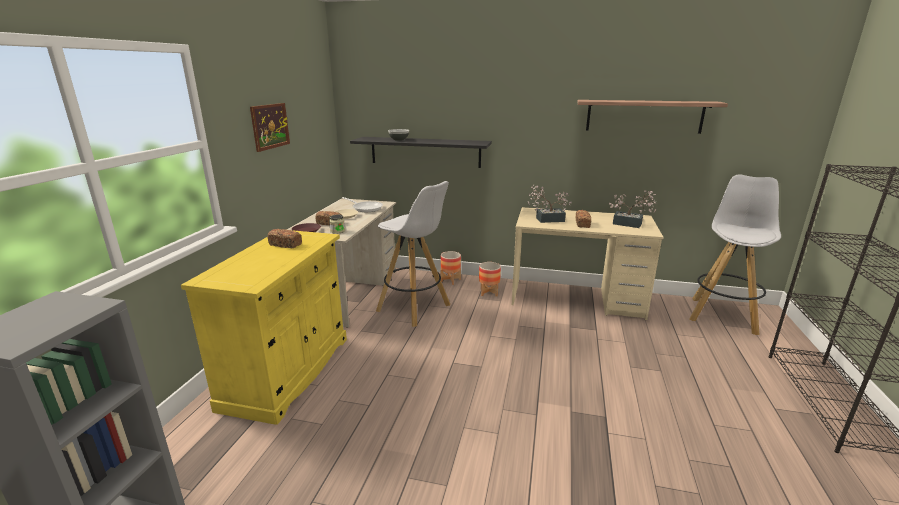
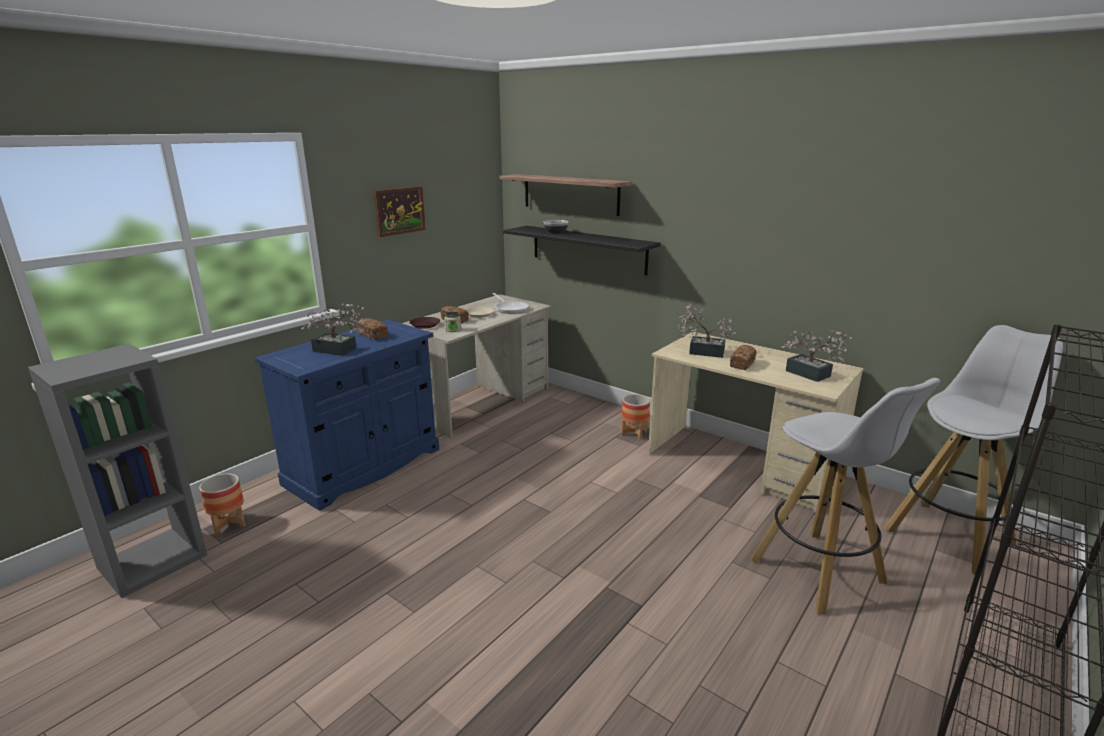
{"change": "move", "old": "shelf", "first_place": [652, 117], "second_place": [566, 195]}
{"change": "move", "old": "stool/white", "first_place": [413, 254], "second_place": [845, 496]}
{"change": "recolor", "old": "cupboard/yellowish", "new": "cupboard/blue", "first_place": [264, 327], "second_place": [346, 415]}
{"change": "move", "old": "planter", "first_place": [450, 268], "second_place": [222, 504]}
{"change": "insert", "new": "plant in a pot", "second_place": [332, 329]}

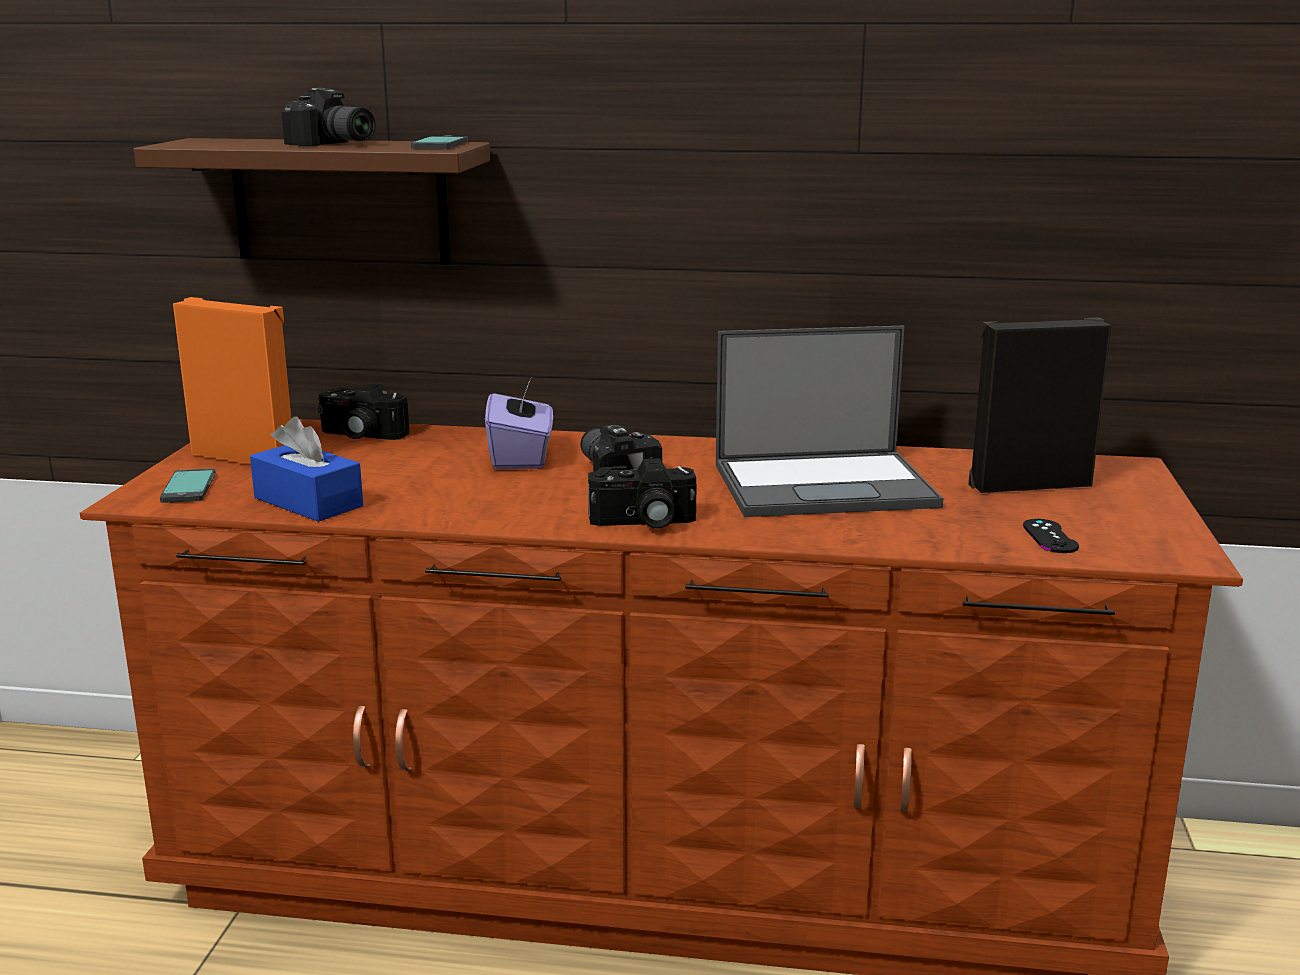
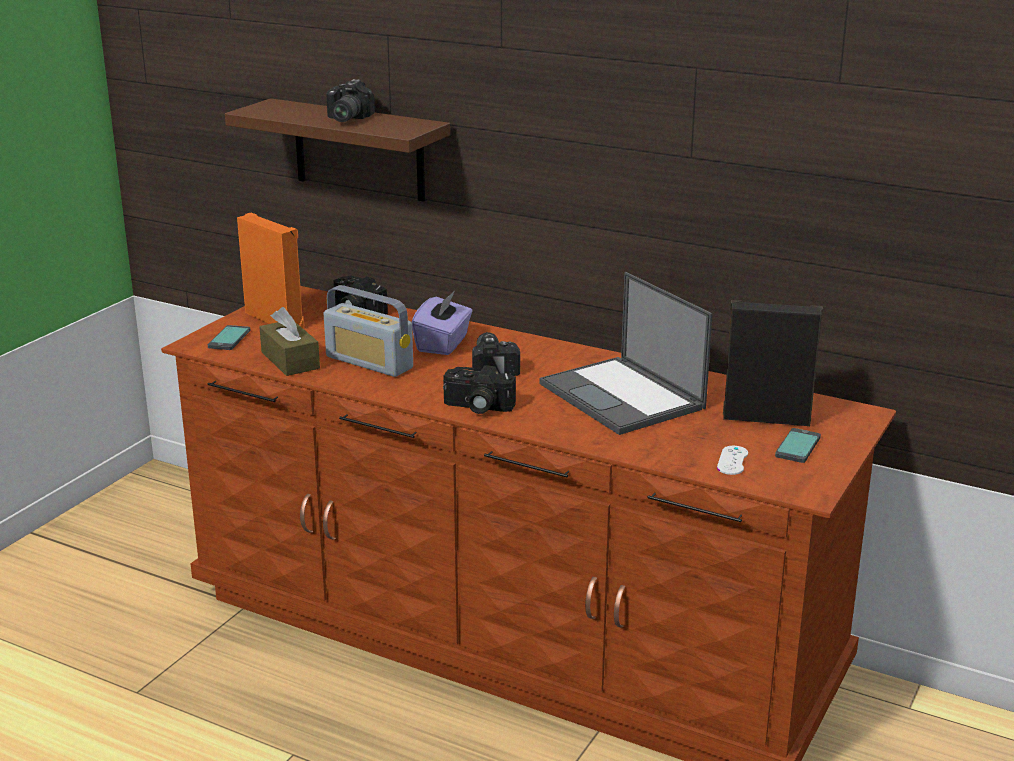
{"change": "rotate", "old": "still camera", "first_place": [328, 117], "second_place": [350, 100], "degrees": 45}
{"change": "move", "old": "phone", "first_place": [439, 142], "second_place": [798, 445]}
{"change": "rotate", "old": "portable computer", "first_place": [829, 421], "second_place": [626, 353], "degrees": 45}
{"change": "recolor", "old": "tissue box/blue", "new": "tissue box/brown-coloured", "first_place": [306, 469], "second_place": [289, 341]}
{"change": "recolor", "old": "joypad/black-coloured", "new": "joypad/white", "first_place": [1051, 536], "second_place": [732, 460]}
{"change": "insert", "new": "radio set", "second_place": [368, 331]}

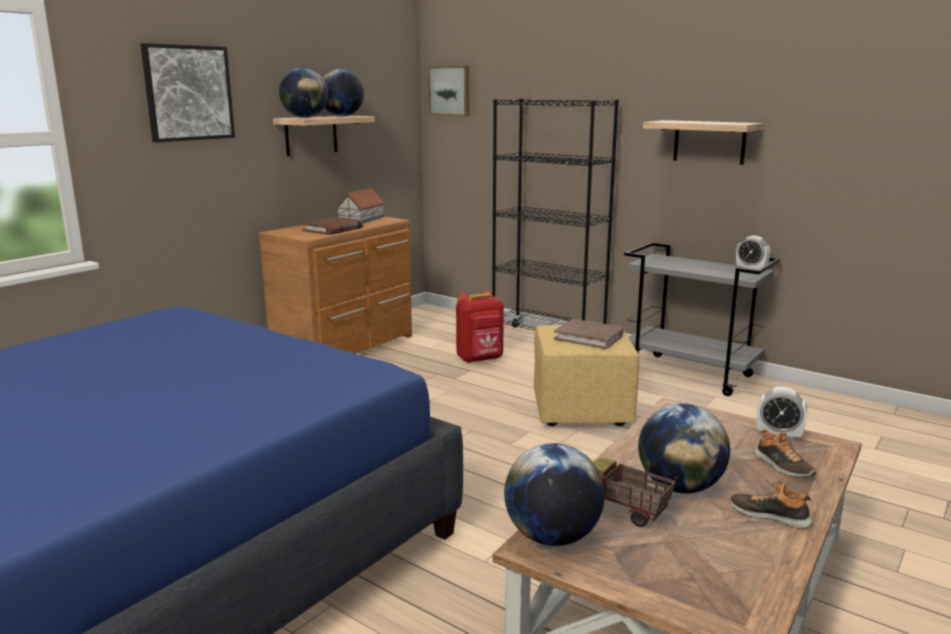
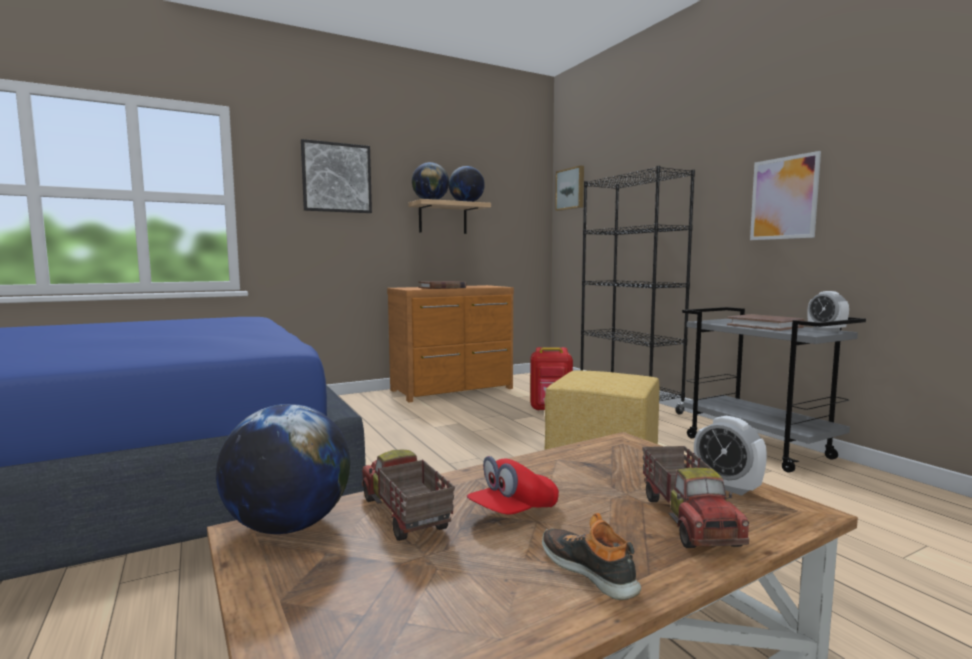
{"change": "replace", "old": "shelf", "new": "picture", "first_place": [703, 142], "second_place": [785, 195]}
{"change": "delete", "old": "model house", "first_place": [360, 205]}
{"change": "move", "old": "book/brown-coloured", "first_place": [589, 334], "second_place": [765, 322]}
{"change": "replace", "old": "world globe", "new": "cap/reddish", "first_place": [684, 448], "second_place": [512, 485]}
{"change": "replace", "old": "item of footwear", "new": "model truck", "first_place": [785, 453], "second_place": [695, 497]}

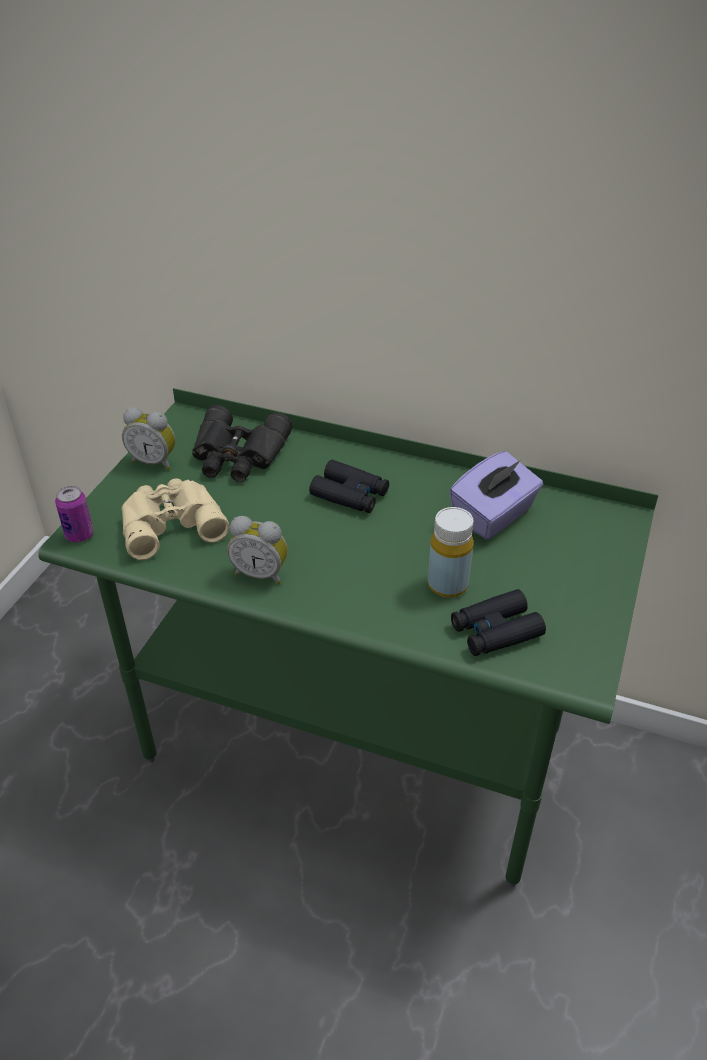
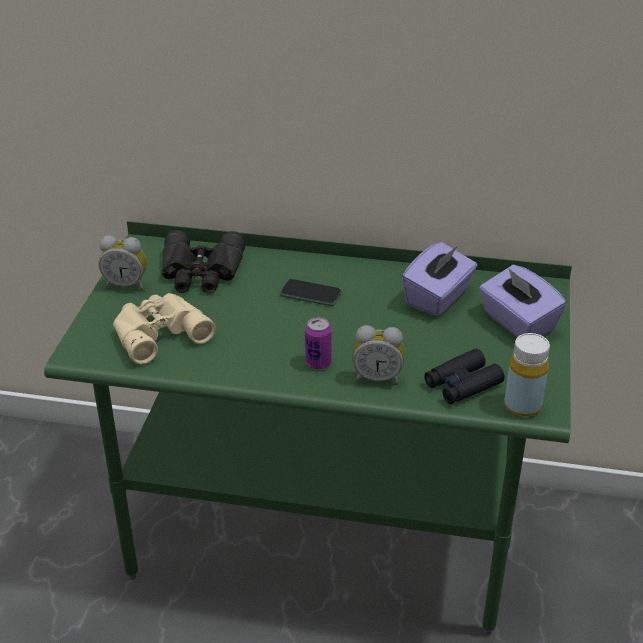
{"change": "replace", "old": "pair of binoculars/black-coloured", "new": "phone", "first_place": [349, 486], "second_place": [311, 292]}
{"change": "move", "old": "metal can", "first_place": [74, 514], "second_place": [318, 343]}
{"change": "move", "old": "drink bottle/yellowish", "first_place": [451, 552], "second_place": [527, 375]}
{"change": "move", "old": "table clock", "first_place": [257, 550], "second_place": [378, 355]}
{"change": "insert", "new": "tissue box/purplish", "second_place": [523, 301]}

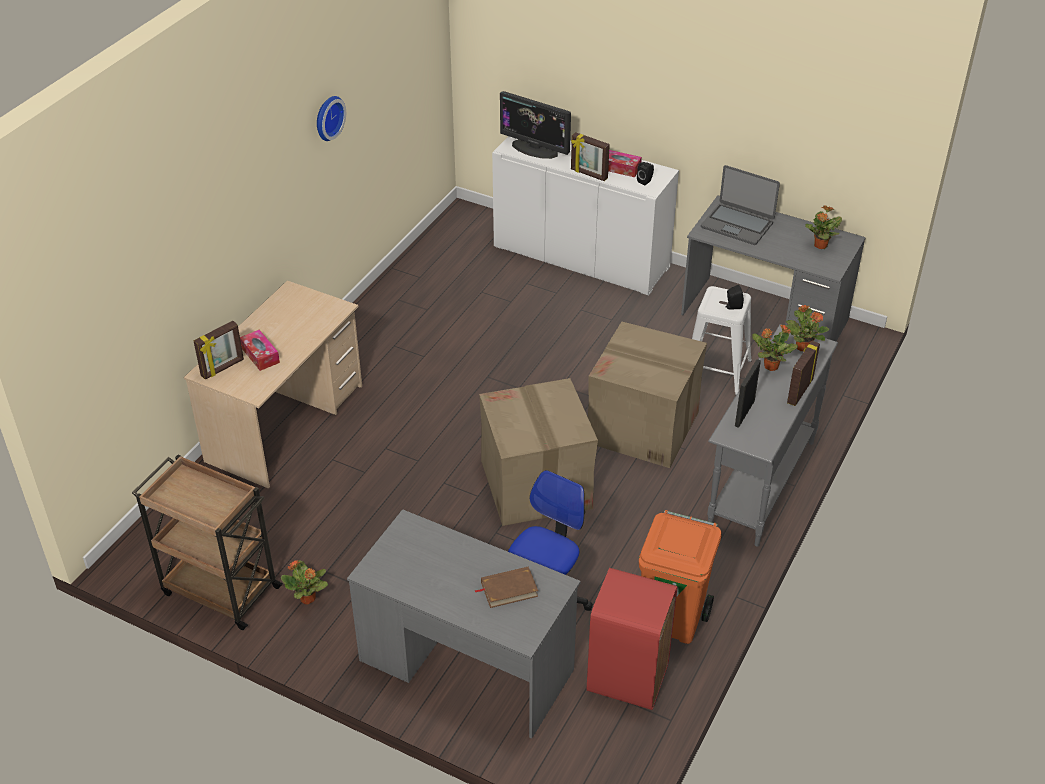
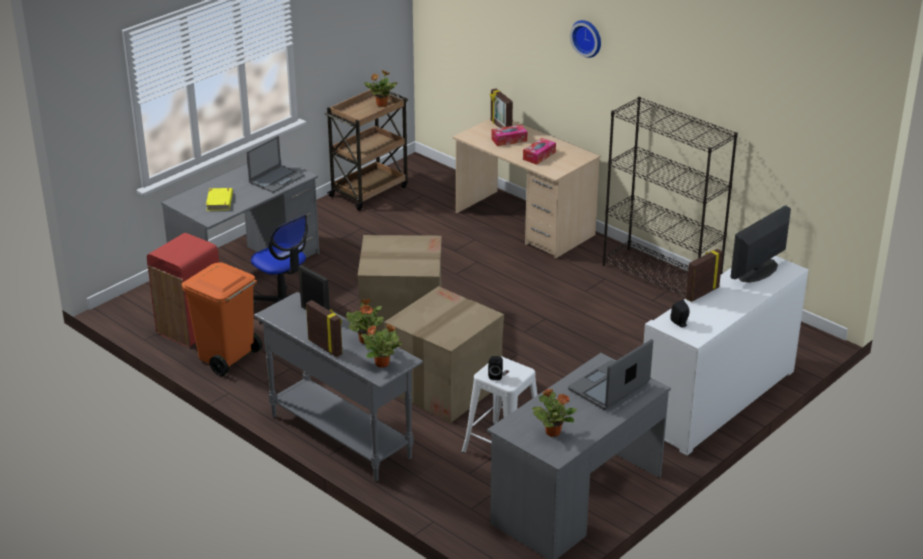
{"change": "move", "old": "hanging clock", "first_place": [331, 118], "second_place": [585, 39]}
{"change": "move", "old": "tissue box", "first_place": [625, 163], "second_place": [539, 151]}
{"change": "move", "old": "plant in a pot", "first_place": [304, 582], "second_place": [380, 88]}
{"change": "recolor", "old": "book/brown-coloured", "new": "book/yellowish", "first_place": [506, 587], "second_place": [219, 199]}
{"change": "insert", "new": "bookcase/black-coloured", "second_place": [670, 197]}
{"change": "insert", "new": "portable computer", "second_place": [275, 164]}

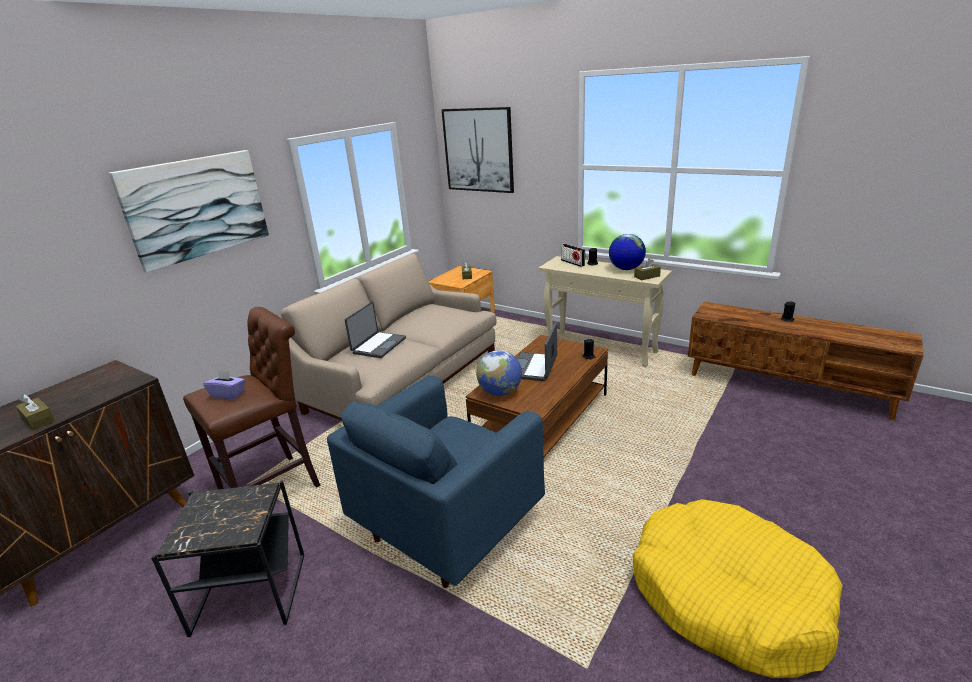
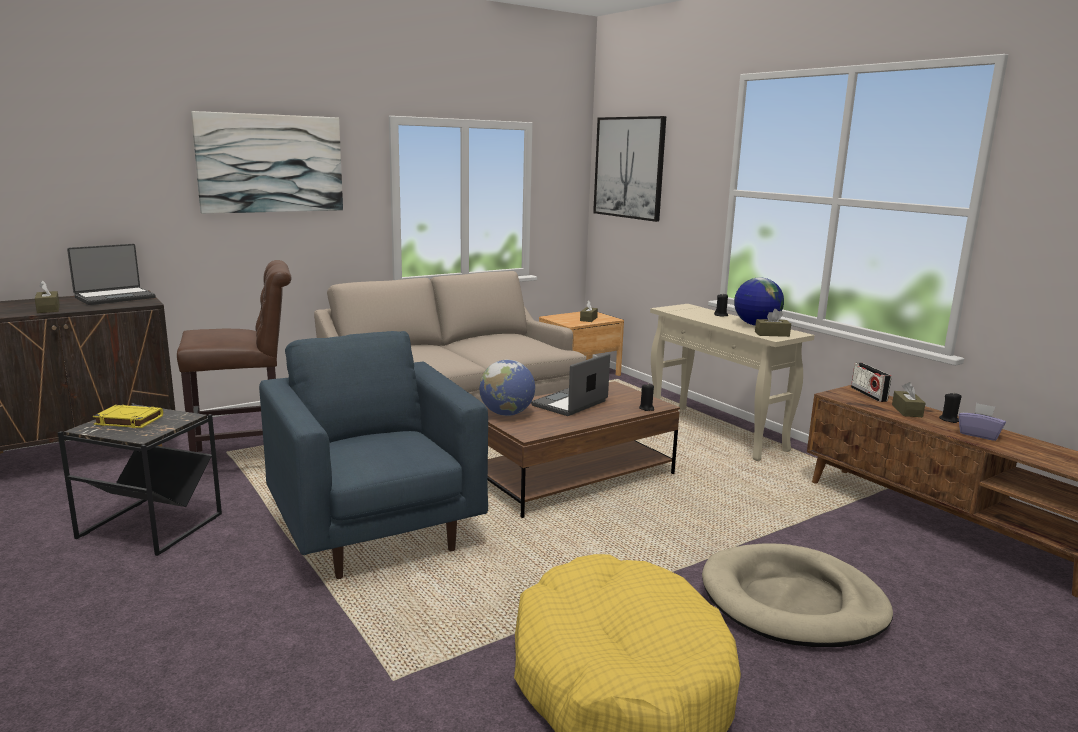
{"change": "move", "old": "radio set", "first_place": [573, 255], "second_place": [871, 382]}
{"change": "move", "old": "portable computer", "first_place": [375, 330], "second_place": [111, 274]}
{"change": "move", "old": "tissue box/purplish", "first_place": [224, 384], "second_place": [982, 422]}
{"change": "rotate", "old": "easy chair/blue", "first_place": [436, 482], "second_place": [373, 455], "degrees": 90}
{"change": "insert", "new": "tissue box/brown-coloured", "second_place": [908, 399]}
{"change": "insert", "new": "book/yellowish", "second_place": [128, 416]}
{"change": "insert", "new": "dog cushion/beige-coloured", "second_place": [797, 595]}

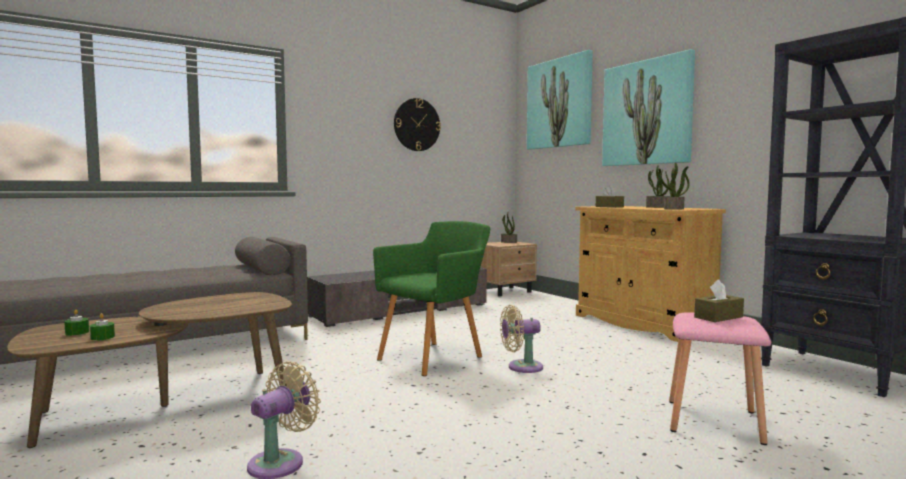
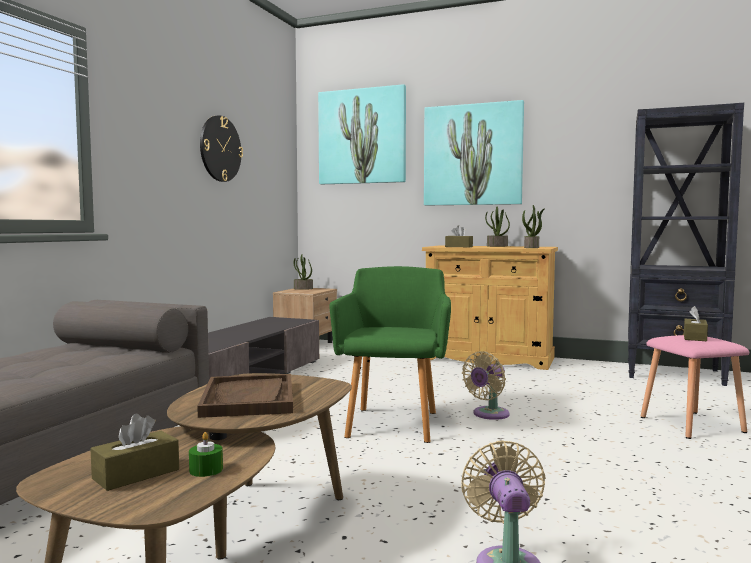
{"change": "replace", "old": "candle/greenish", "new": "tissue box/brown-coloured", "first_place": [76, 322], "second_place": [134, 452]}
{"change": "insert", "new": "tray/brown-coloured", "second_place": [245, 396]}

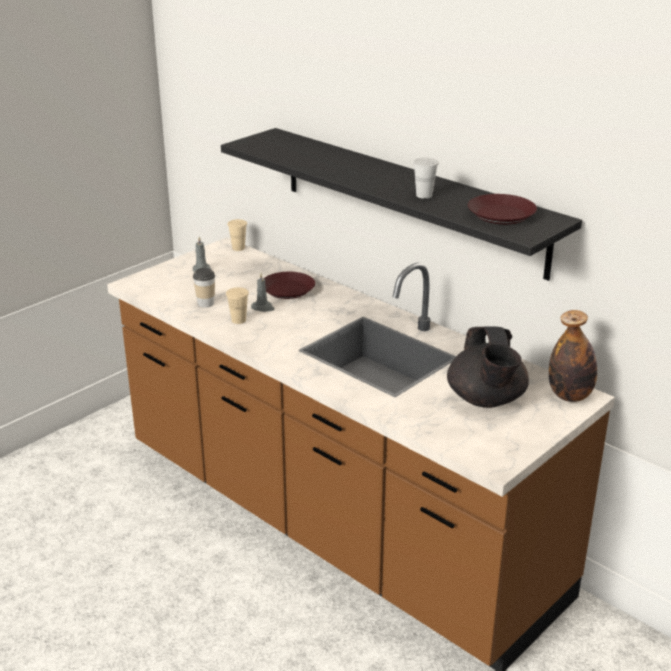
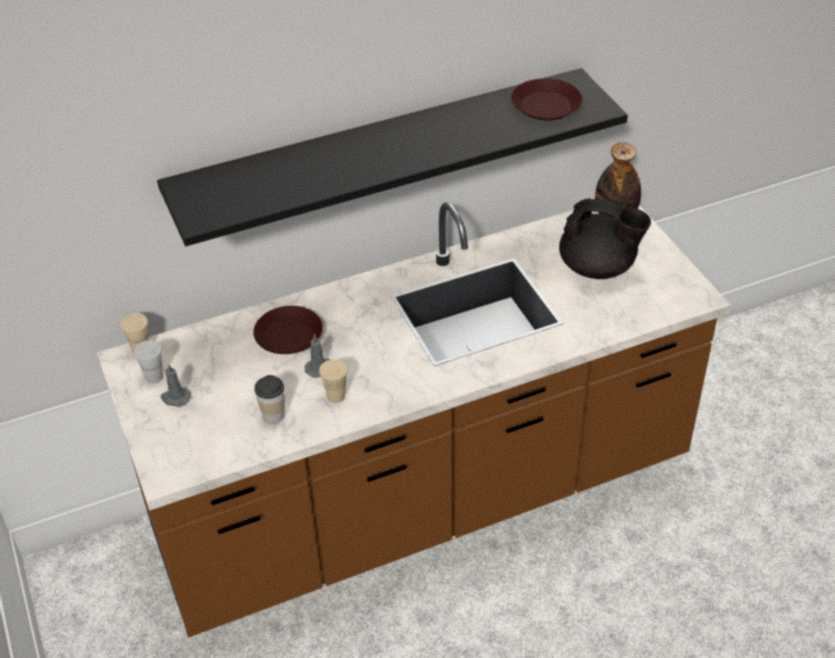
{"change": "move", "old": "small cup/white", "first_place": [426, 178], "second_place": [148, 361]}

